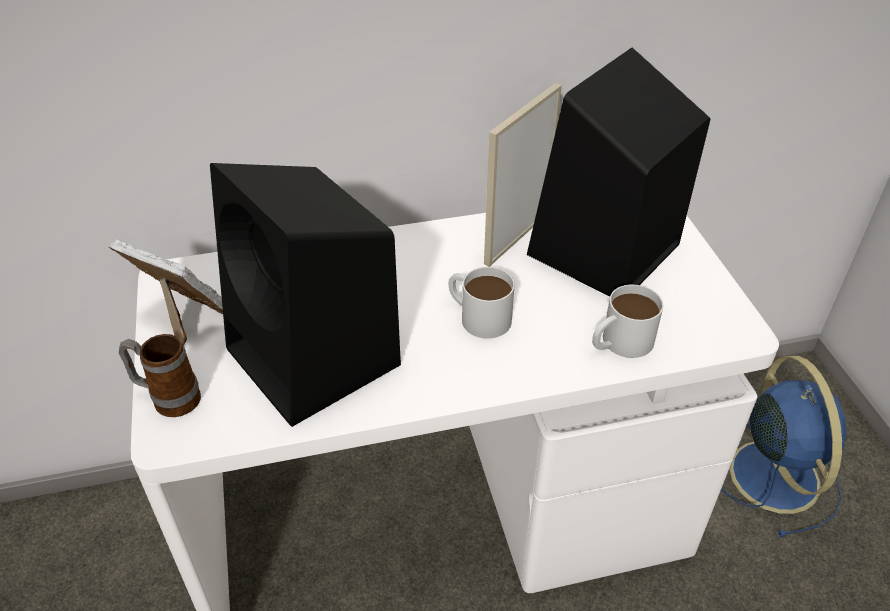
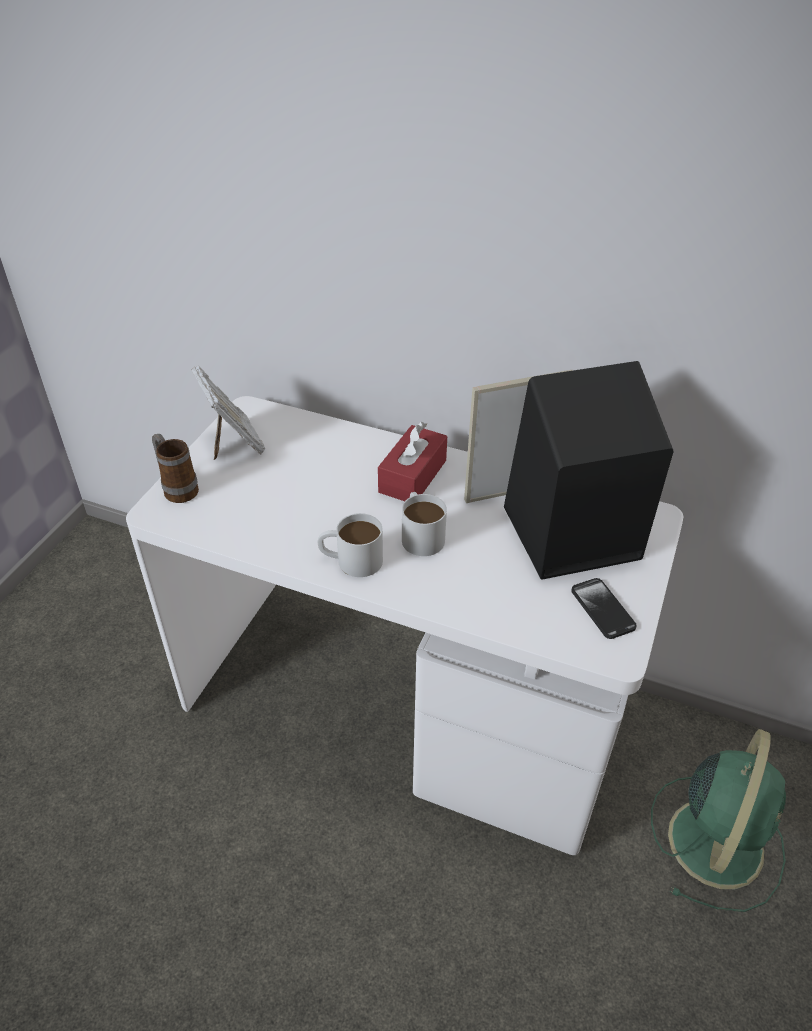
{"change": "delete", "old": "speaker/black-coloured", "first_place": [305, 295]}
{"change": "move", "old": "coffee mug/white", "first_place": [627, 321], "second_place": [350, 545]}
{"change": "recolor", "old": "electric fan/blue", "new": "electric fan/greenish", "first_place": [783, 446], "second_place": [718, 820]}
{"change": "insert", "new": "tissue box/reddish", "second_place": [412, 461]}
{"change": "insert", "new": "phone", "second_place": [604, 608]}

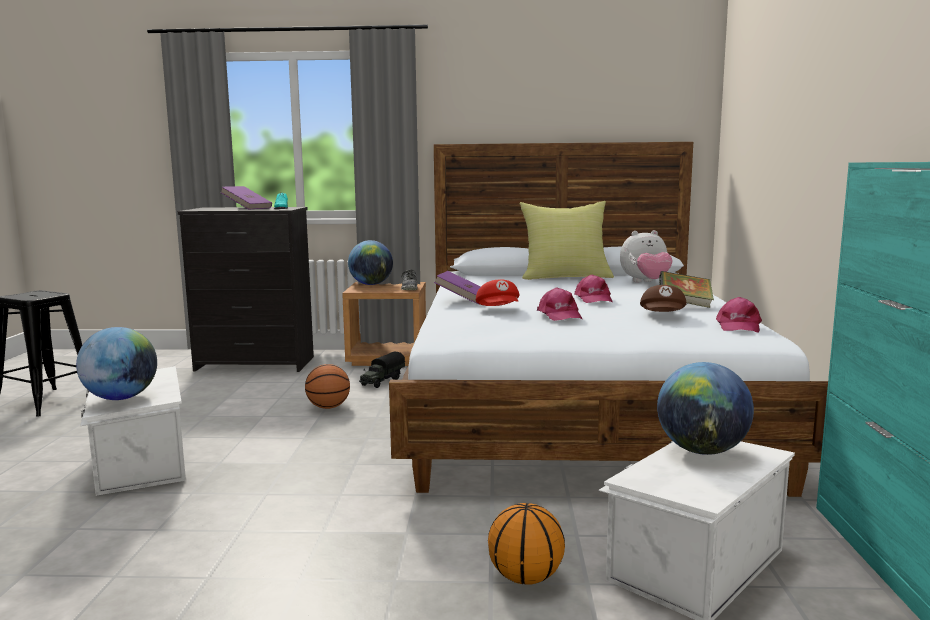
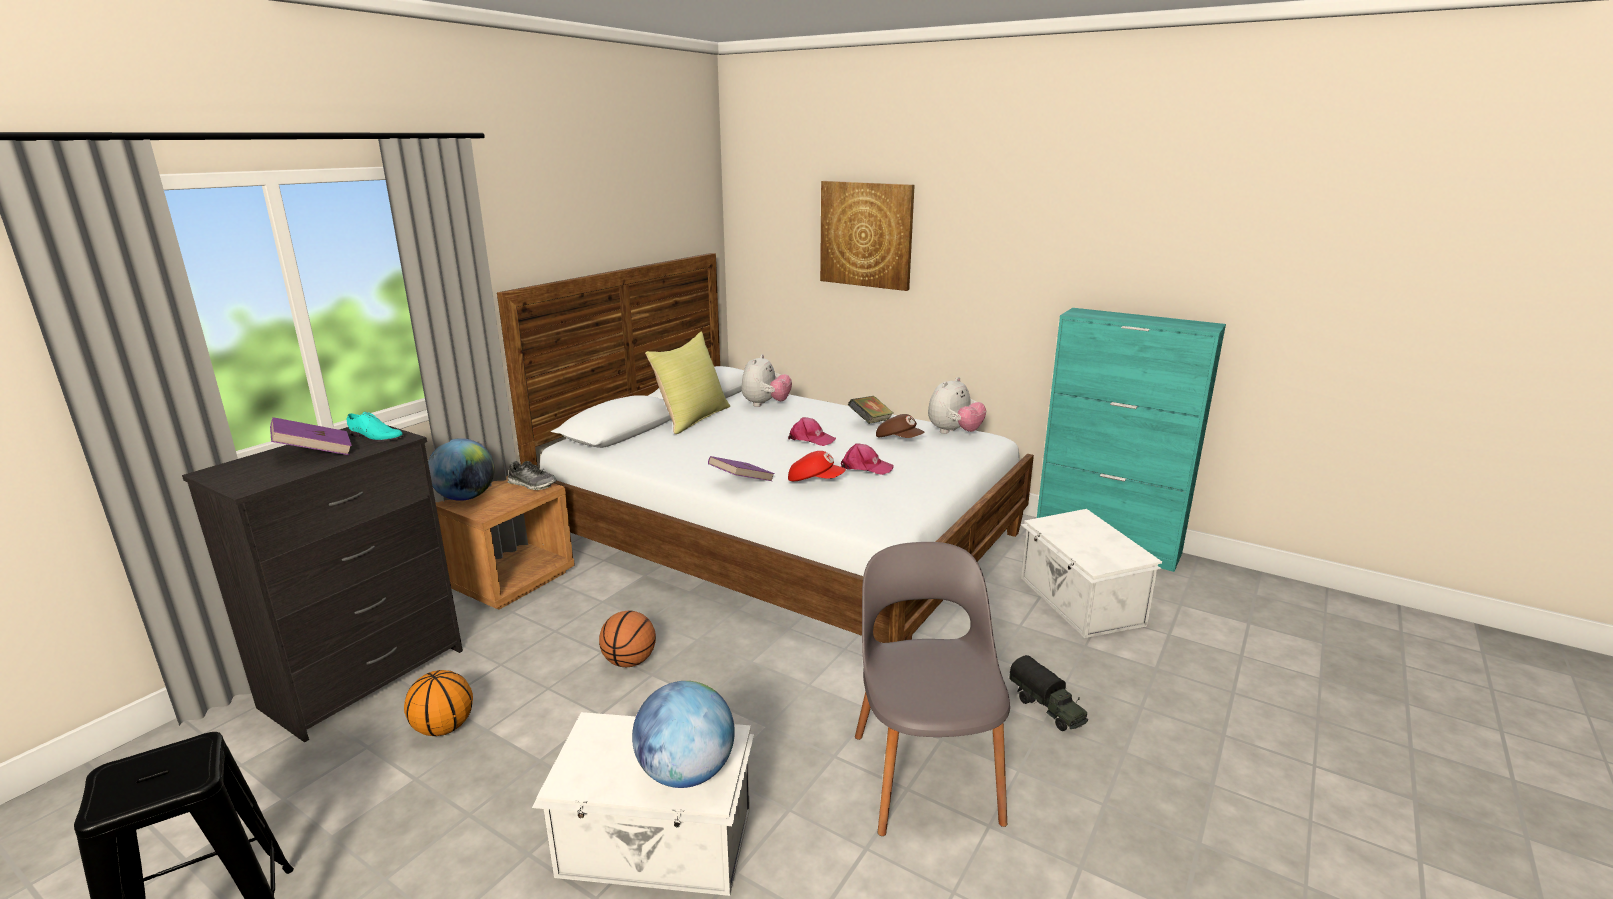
{"change": "replace", "old": "cap/pinkish", "new": "plush toy", "first_place": [739, 315], "second_place": [957, 405]}
{"change": "move", "old": "model truck", "first_place": [382, 369], "second_place": [1048, 693]}
{"change": "delete", "old": "world globe", "first_place": [705, 408]}
{"change": "move", "old": "basketball", "first_place": [526, 544], "second_place": [438, 703]}
{"change": "insert", "new": "picture", "second_place": [867, 236]}
{"change": "insert", "new": "upright chair/grey", "second_place": [932, 689]}

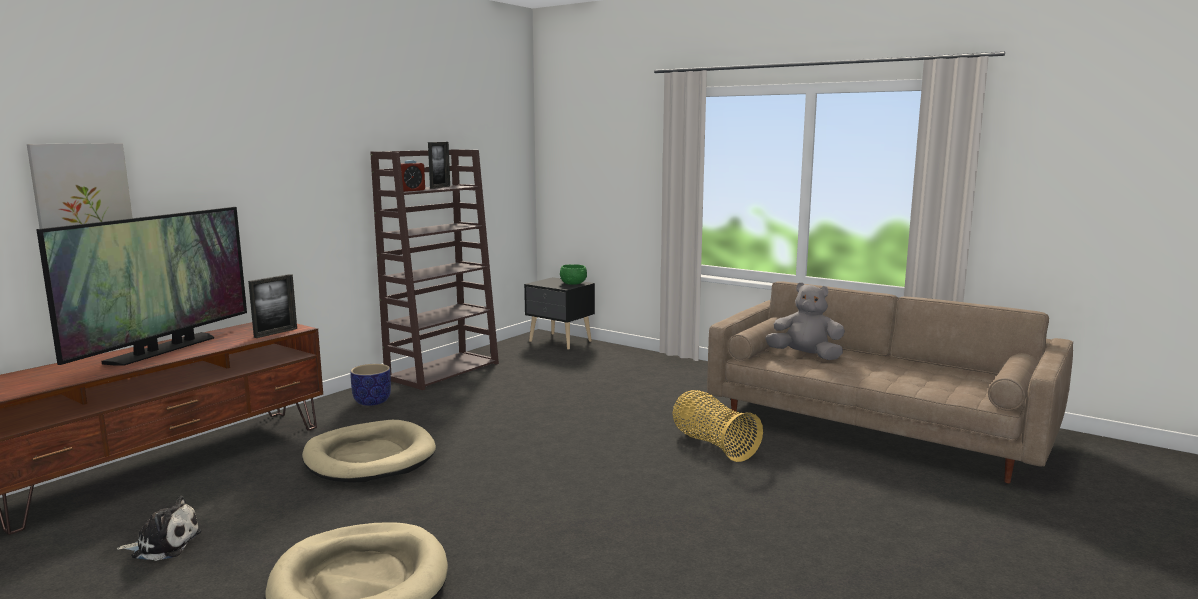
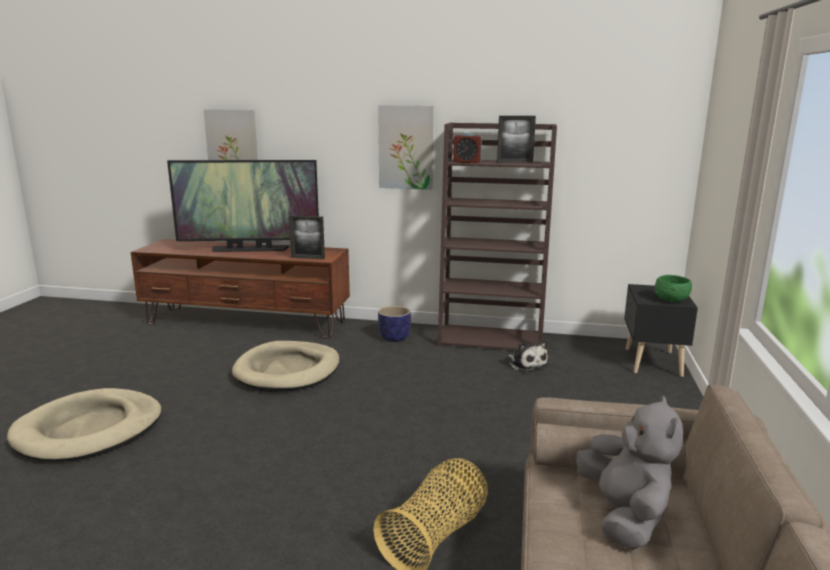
{"change": "move", "old": "plush toy", "first_place": [159, 528], "second_place": [528, 356]}
{"change": "insert", "new": "picture", "second_place": [405, 147]}

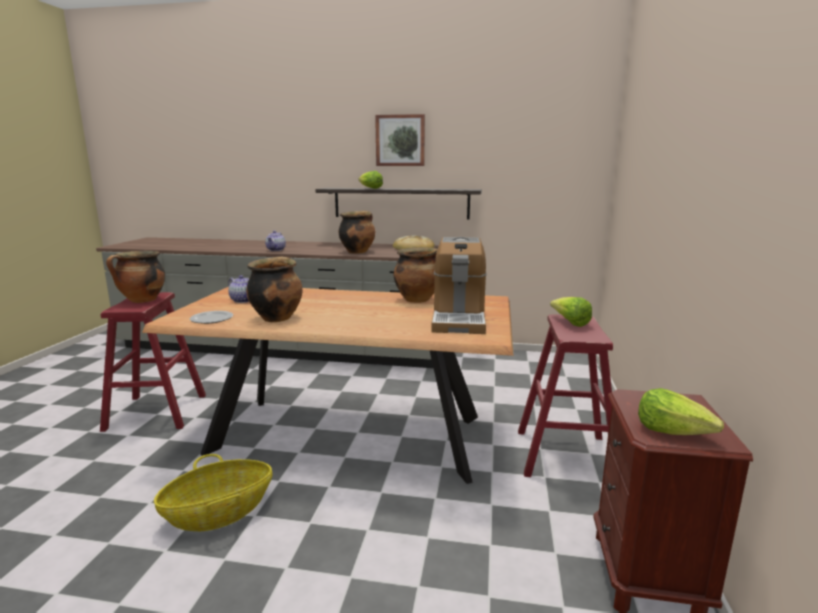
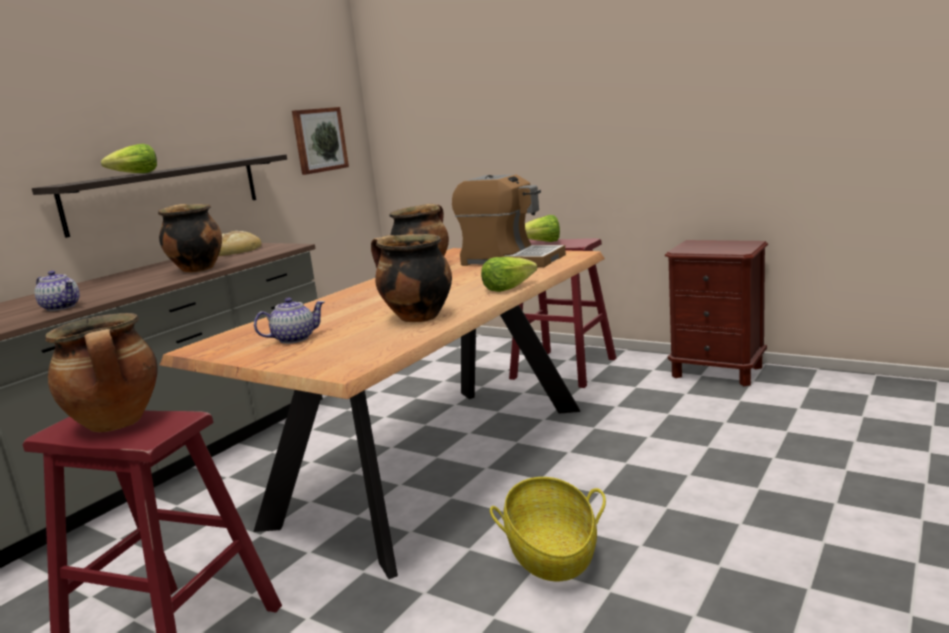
{"change": "move", "old": "picture", "first_place": [400, 140], "second_place": [320, 141]}
{"change": "delete", "old": "dinner plate", "first_place": [211, 317]}
{"change": "move", "old": "head of lettuce", "first_place": [681, 411], "second_place": [509, 274]}

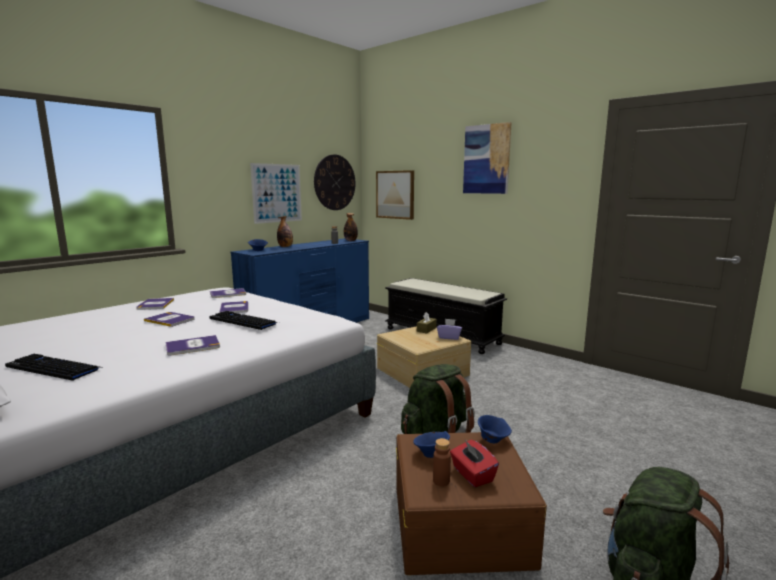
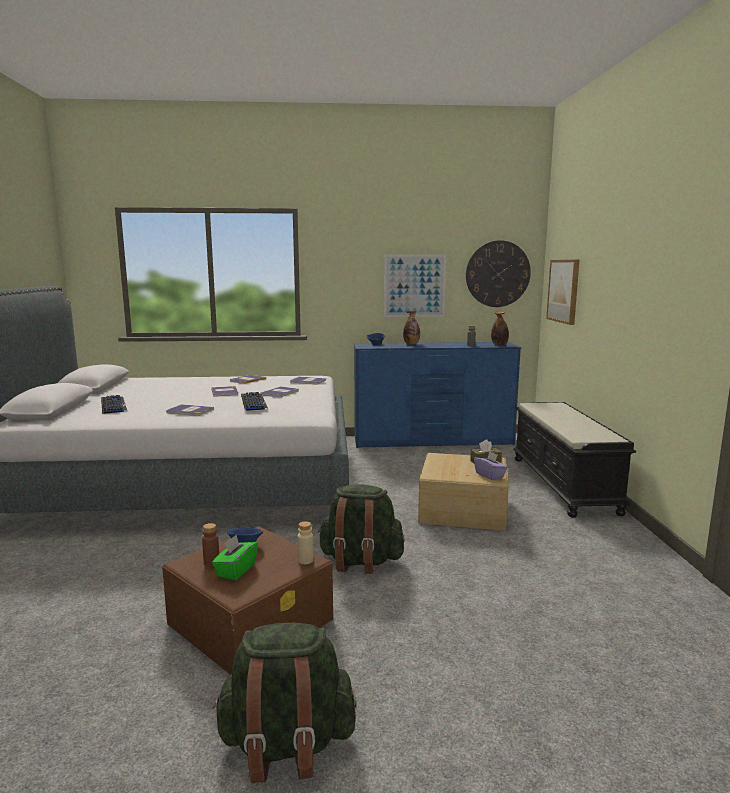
{"change": "delete", "old": "picture", "first_place": [487, 158]}
{"change": "replace", "old": "bowl/blue", "new": "drink bottle/beige-coloured", "first_place": [495, 429], "second_place": [305, 542]}
{"change": "recolor", "old": "tissue box/reddish", "new": "tissue box/greenish", "first_place": [474, 463], "second_place": [235, 557]}

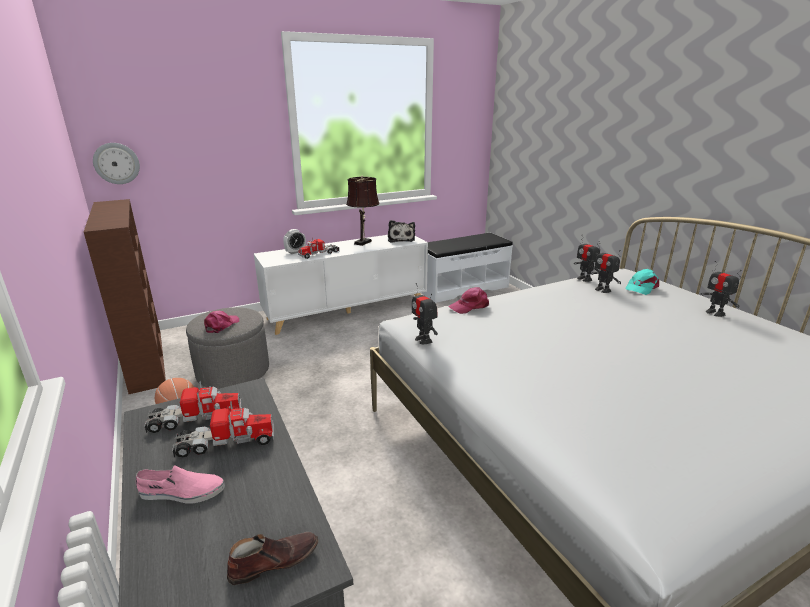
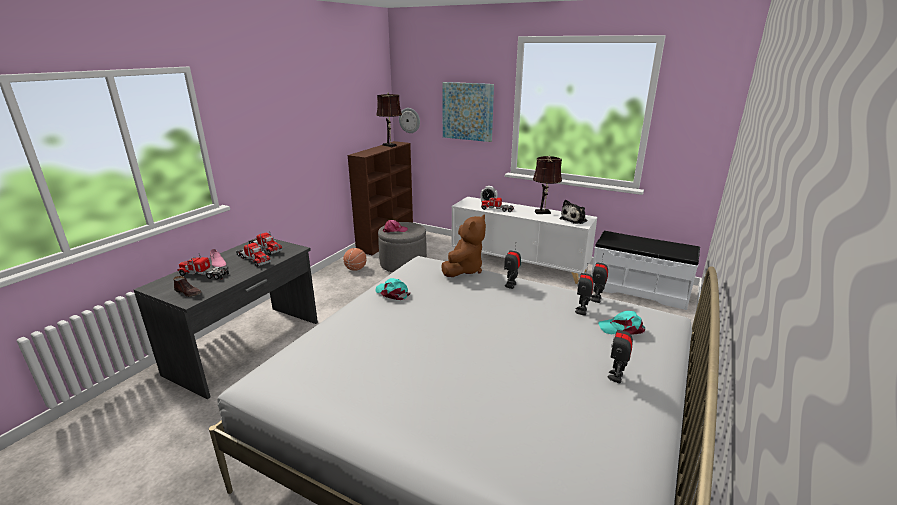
{"change": "move", "old": "robot figure", "first_place": [425, 313], "second_place": [512, 268]}
{"change": "replace", "old": "cap/pinkish", "new": "plush toy/brown-coloured", "first_place": [468, 300], "second_place": [463, 246]}
{"change": "insert", "new": "picture", "second_place": [468, 112]}
{"change": "insert", "new": "lamp for a table/brown-coloured", "second_place": [389, 120]}
{"change": "insert", "new": "model truck", "second_place": [203, 266]}
{"change": "insert", "new": "cap/blue-green", "second_place": [392, 289]}

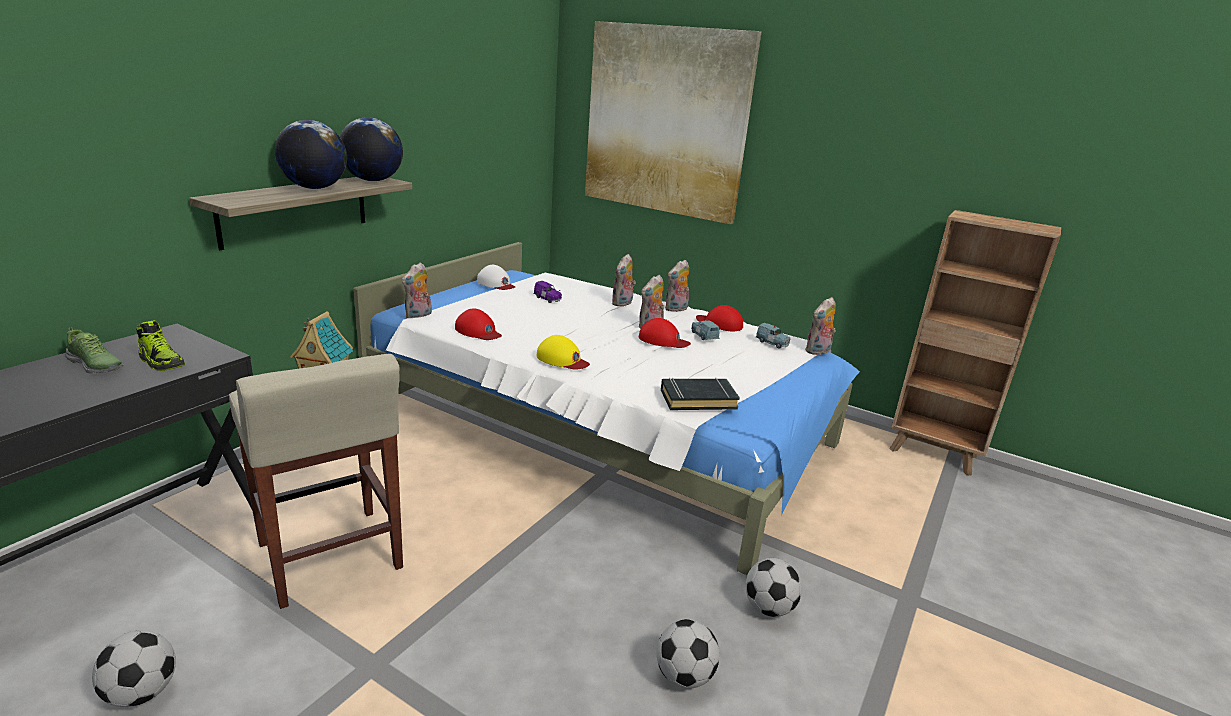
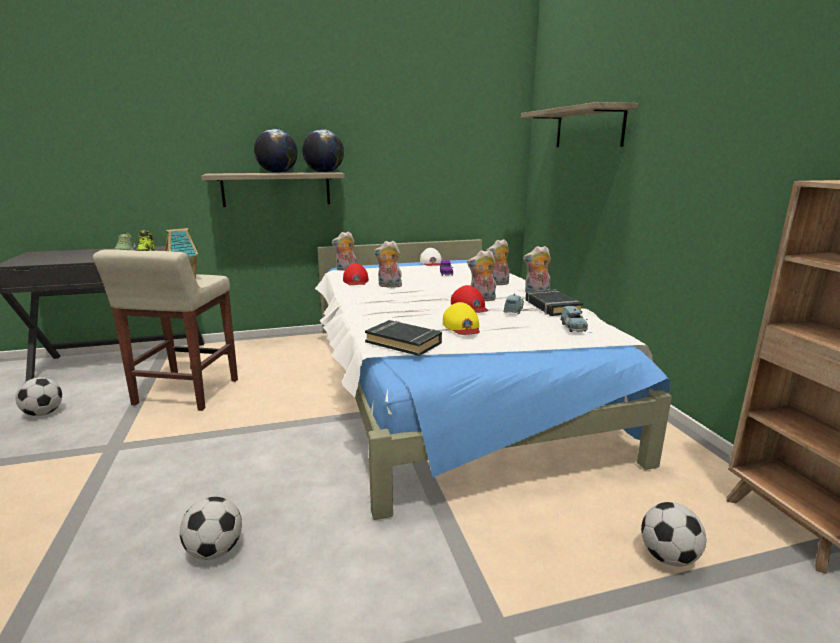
{"change": "replace", "old": "picture", "new": "shelf", "first_place": [673, 122], "second_place": [579, 124]}
{"change": "move", "old": "plush toy", "first_place": [820, 326], "second_place": [388, 264]}
{"change": "replace", "old": "cap/reddish", "new": "book/black-coloured", "first_place": [719, 318], "second_place": [554, 302]}
{"change": "move", "old": "cap/yellowish", "first_place": [563, 352], "second_place": [461, 318]}
{"change": "move", "old": "football ball", "first_place": [774, 587], "second_place": [673, 534]}

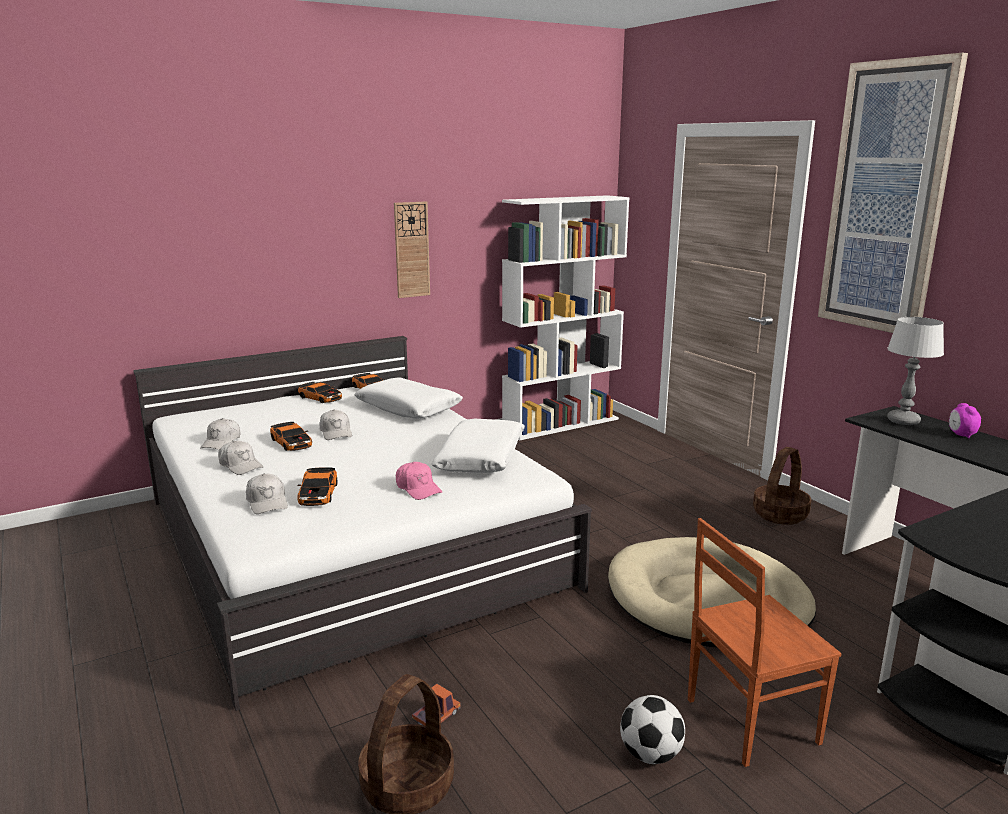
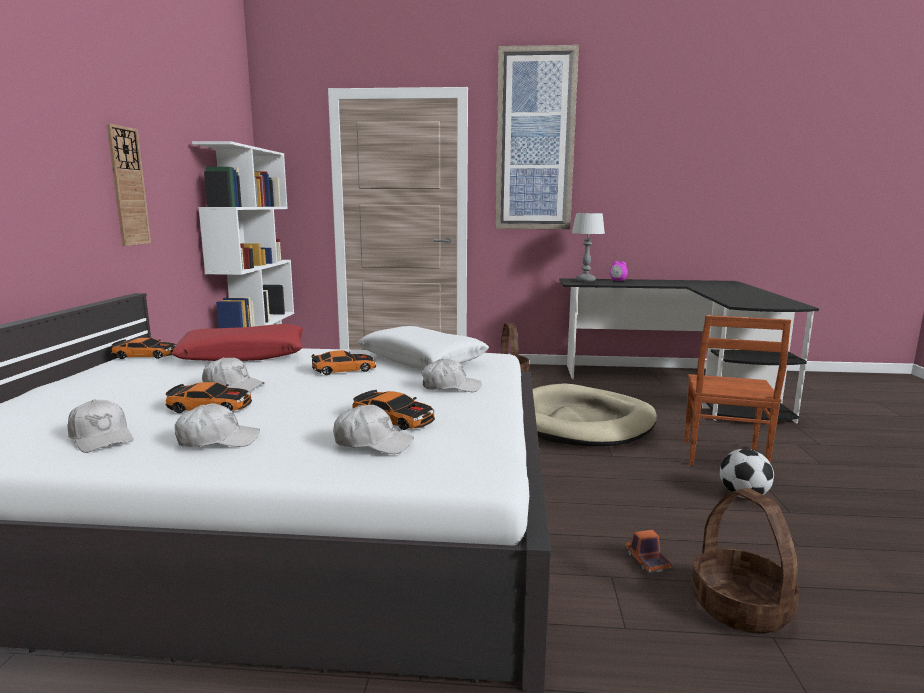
{"change": "recolor", "old": "pillow/white", "new": "pillow/reddish", "first_place": [408, 398], "second_place": [238, 342]}
{"change": "move", "old": "toy car", "first_place": [320, 392], "second_place": [343, 362]}
{"change": "recolor", "old": "cap/pinkish", "new": "cap/white", "first_place": [419, 481], "second_place": [452, 375]}

